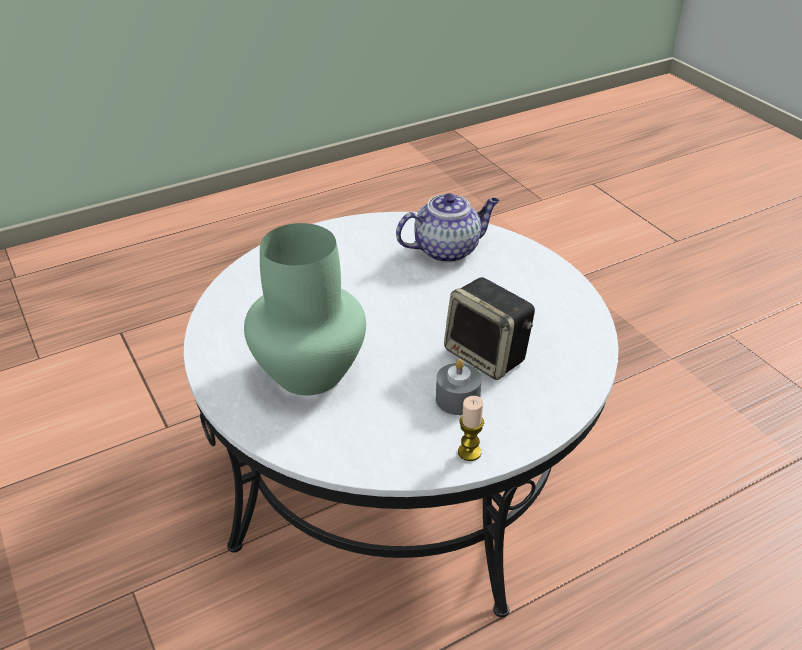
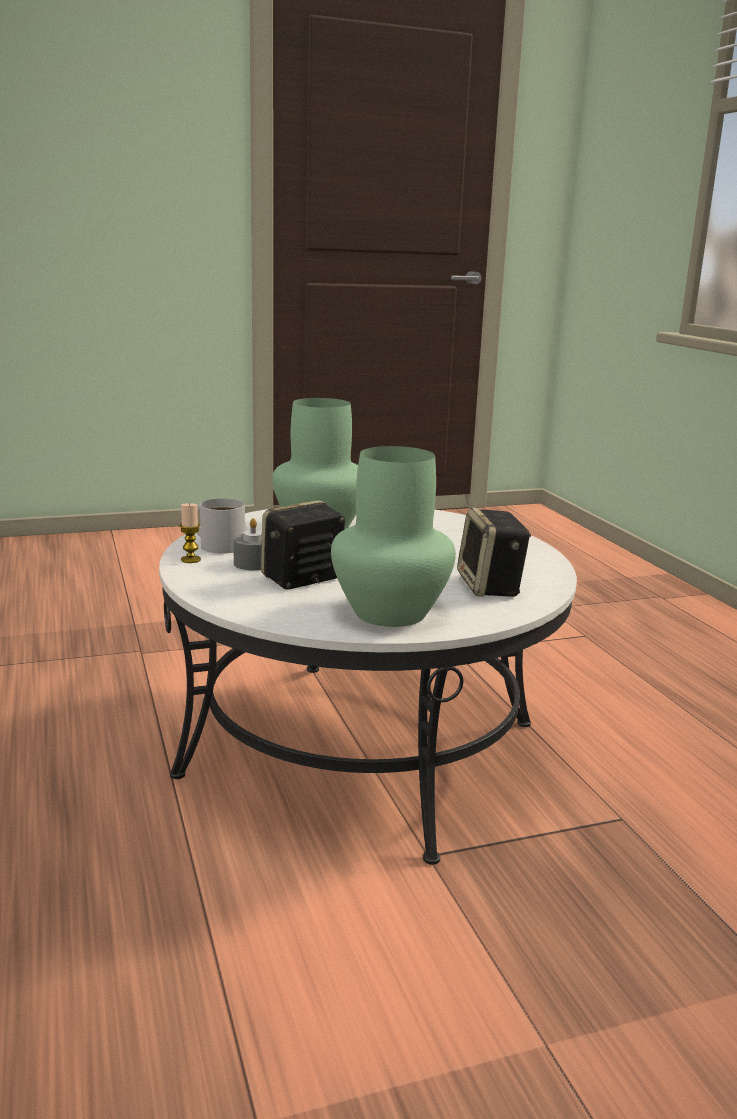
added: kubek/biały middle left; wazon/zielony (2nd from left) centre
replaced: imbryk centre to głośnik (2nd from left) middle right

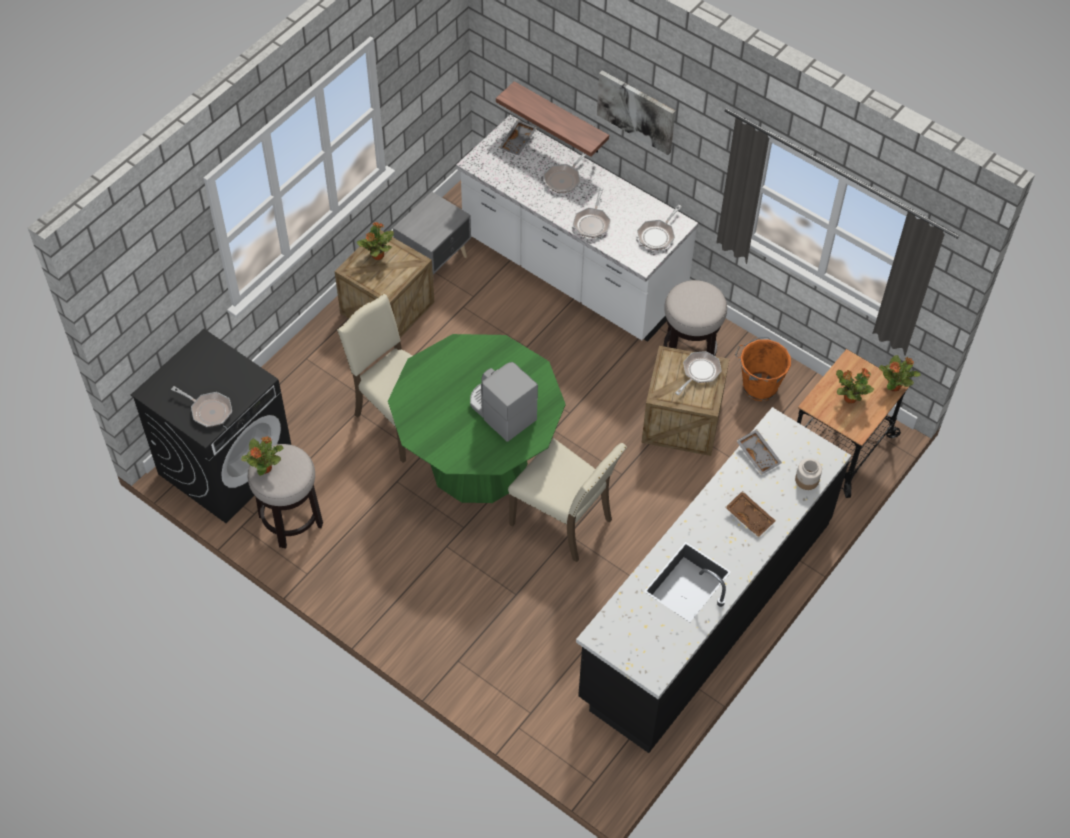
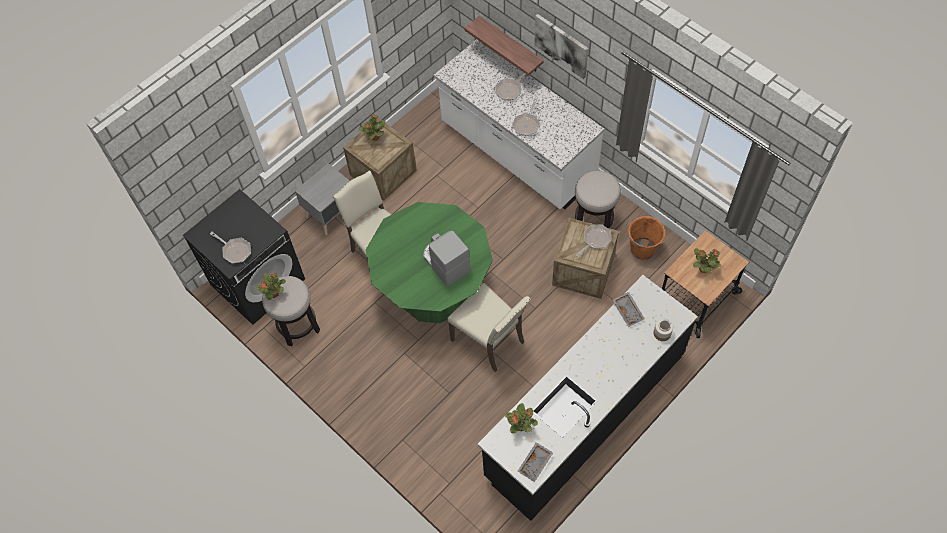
removed: patelnia (4th from left) top centre; taca/brązowy middle right
moved: szafka nocna/szary top centre to centre; taca/szary (1st from left) top centre to bottom centre; roślina doniczkowa (4th from left in the first image) middle right to roślina doniczkowa (3rd from left) bottom centre

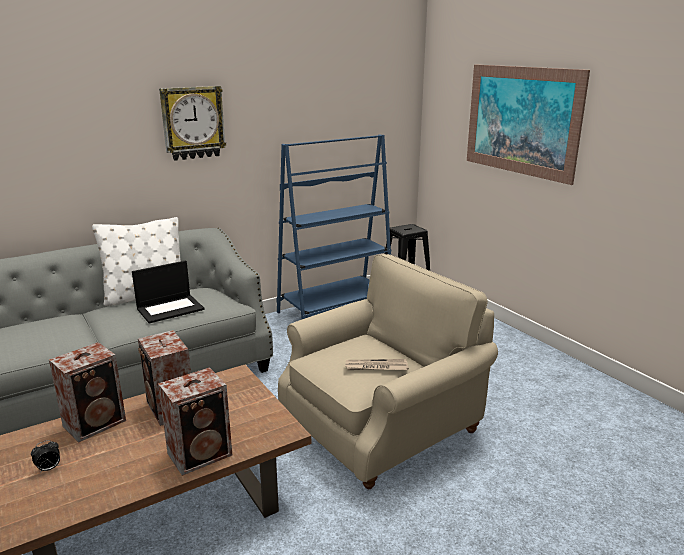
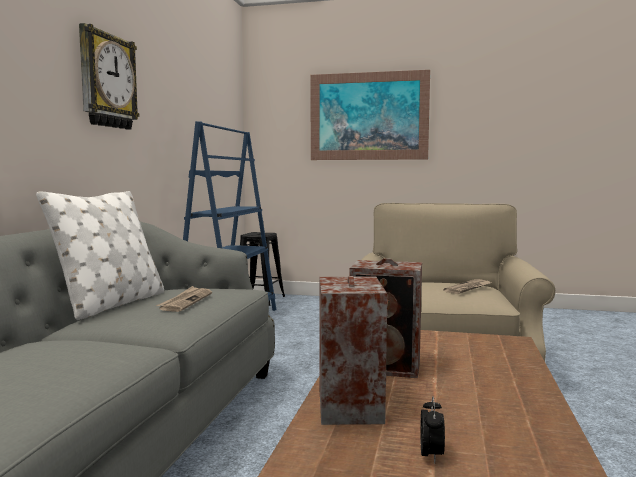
removed: głośnik (3rd from left) bottom left
replaced: laptop middle left to gazeta (1st from left) middle left

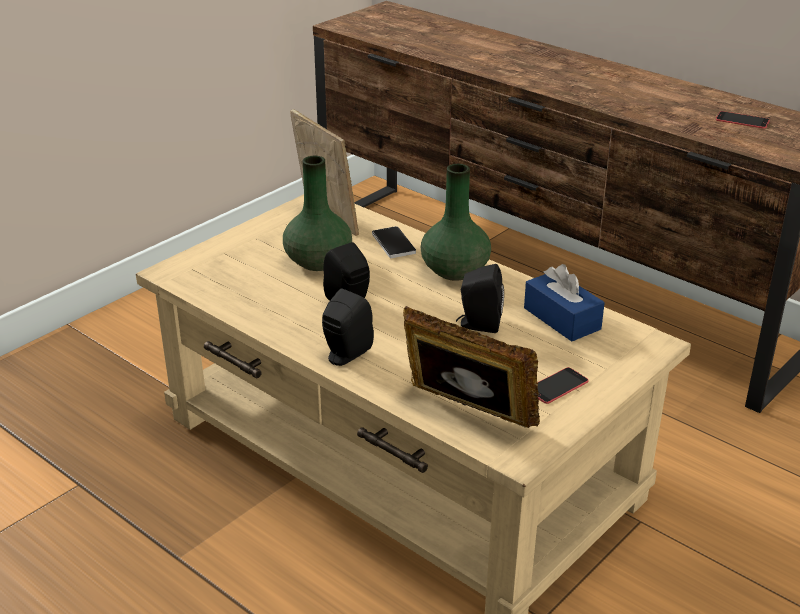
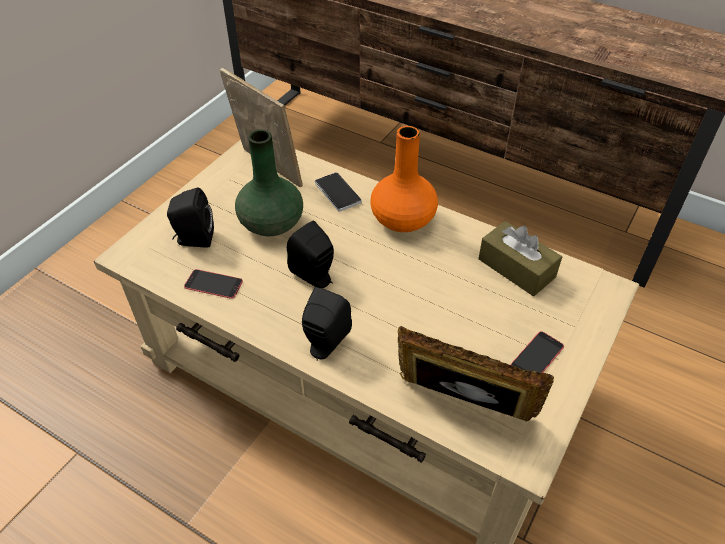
moved: głośnik/czarny (3rd from left in the first image) centre to głośnik/czarny (1st from left) middle left; telefon (3rd from left in the first image) top right to telefon (1st from left) middle left
recoloured: wazon/zielony (2nd from left) centre to wazon/pomarańczowy top centre; pudełko chusteczek/niebieski middle right to pudełko chusteczek/brązowy middle right

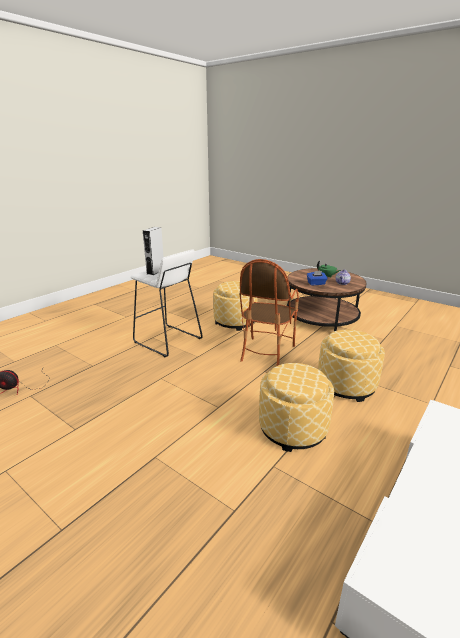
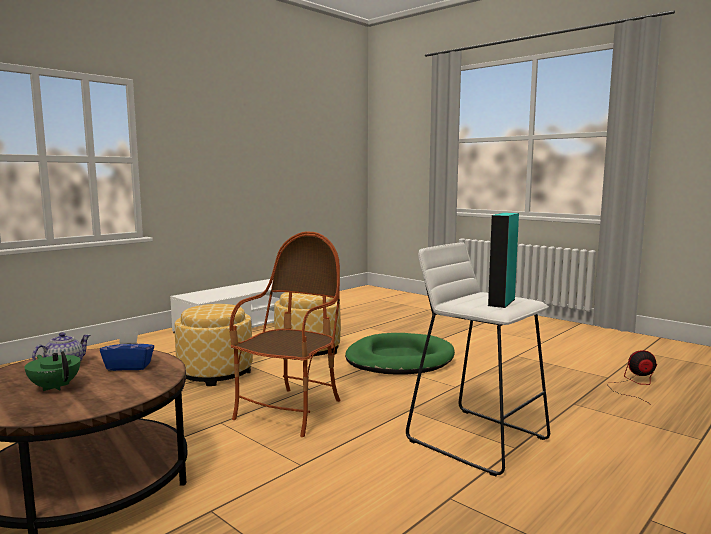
removed: pufa (1st from left) centre
added: legowisko/zielony centre
recoloured: głośnik/szary middle left to głośnik/turkusowy middle right

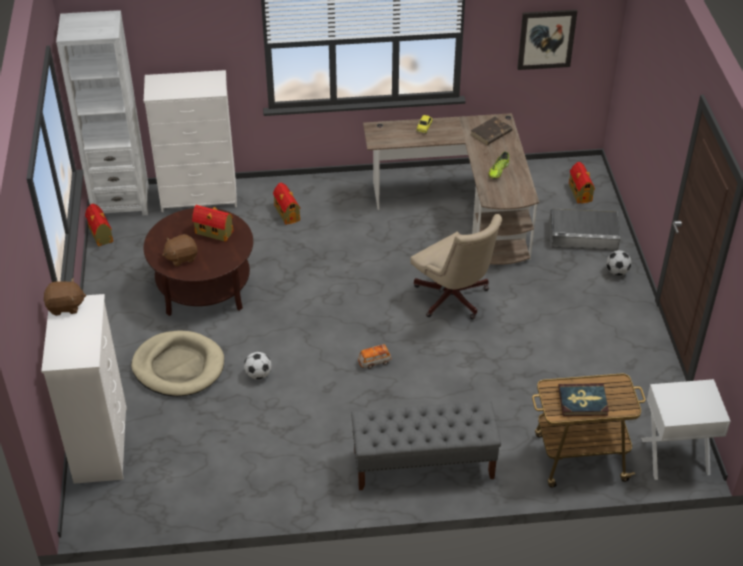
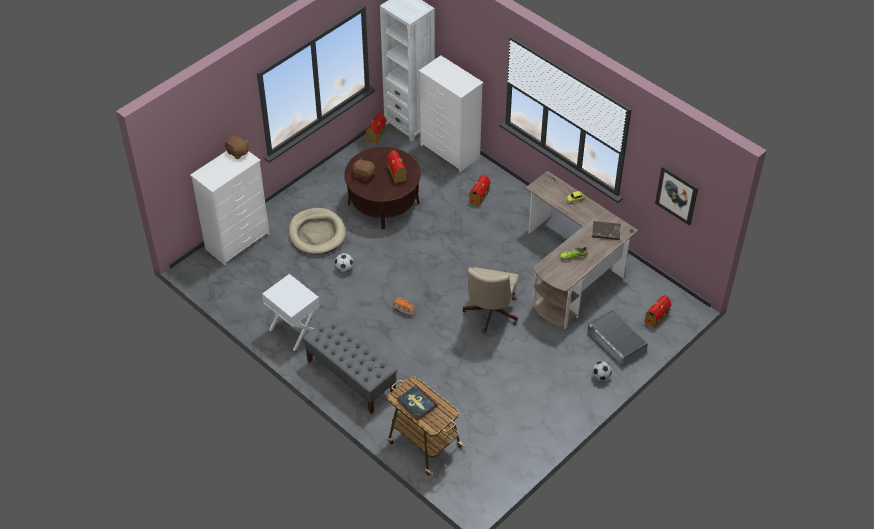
moved: szafka nocna/biały bottom right to middle left

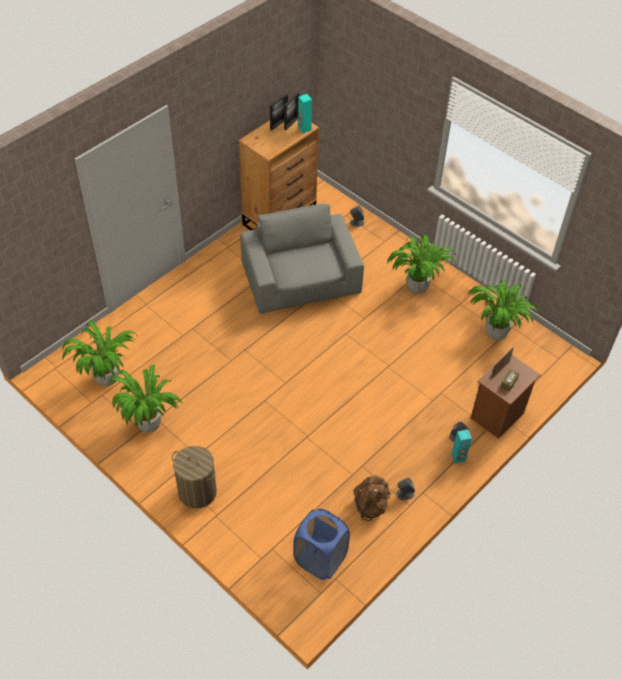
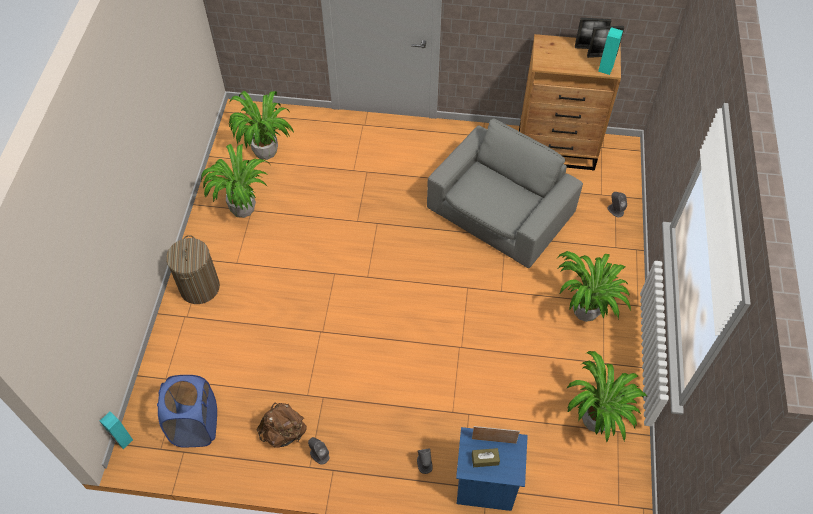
moved: głośnik/turkusowy (2nd from left in the first image) middle right to głośnik/turkusowy (1st from left) bottom left
recoloured: szafka nocna/brązowy middle right to szafka nocna/niebieski bottom centre

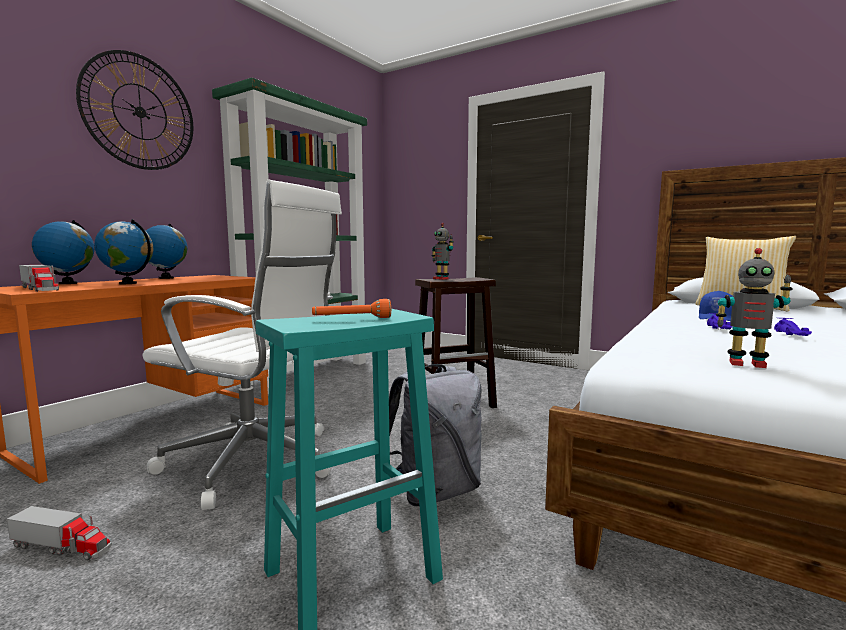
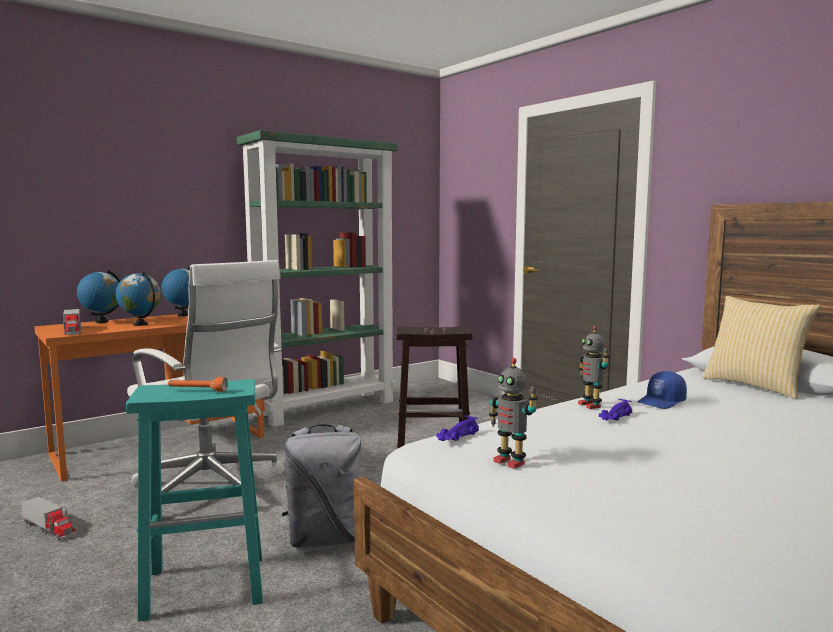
removed: zegar ścienny top left
moved: robot zabawkowy (1st from left in the first image) centre to robot zabawkowy (2nd from left) middle right; samochodzik/fioletowy (2nd from left in the first image) middle right to samochodzik/fioletowy (1st from left) bottom centre

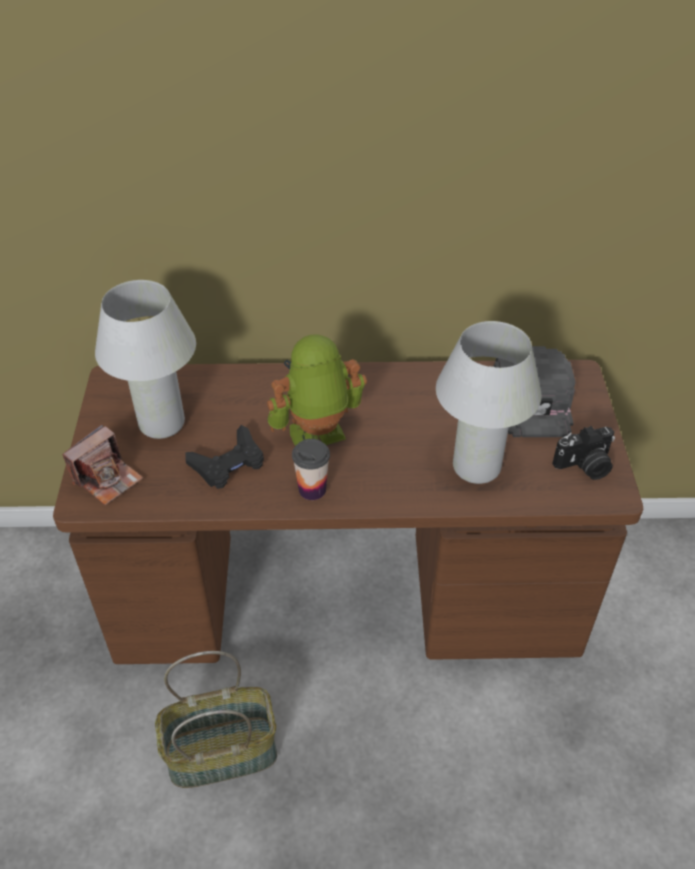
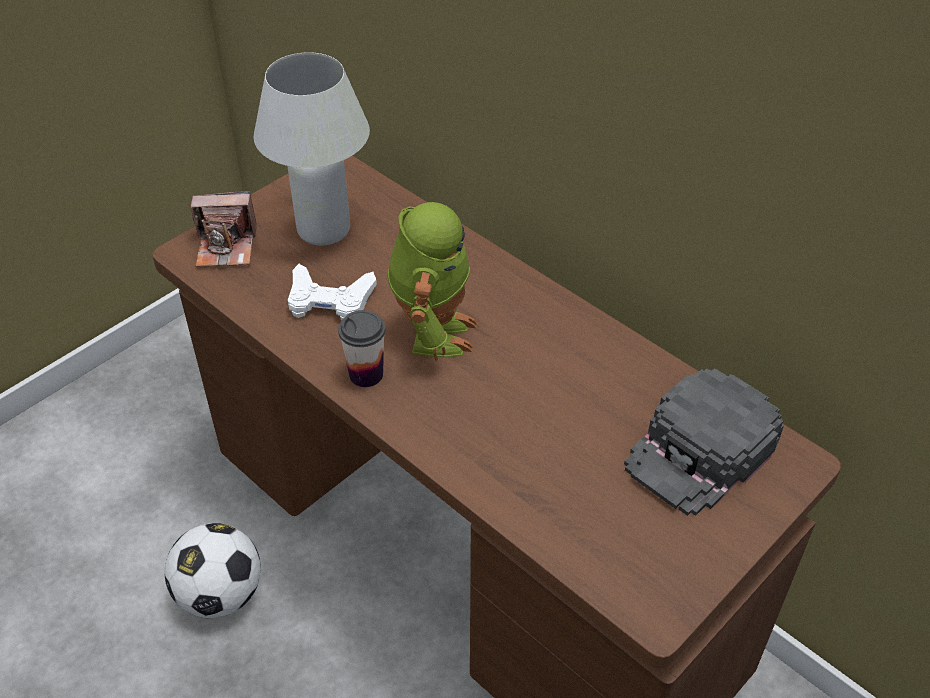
removed: lampa stołowa/biały (2nd from left) middle right; aparat fotograficzny (2nd from left) middle right
replaced: koszyk bottom left to piłka futbolowa bottom left
recoloured: pad do gier/czarny middle left to pad do gier/biały centre
turned: robot zabawkowy centre = centre 75 degrees clockwise

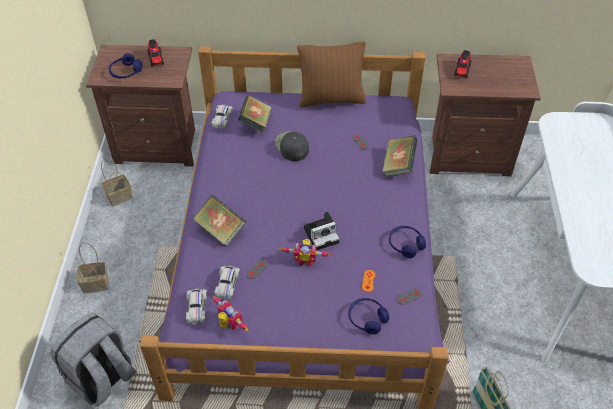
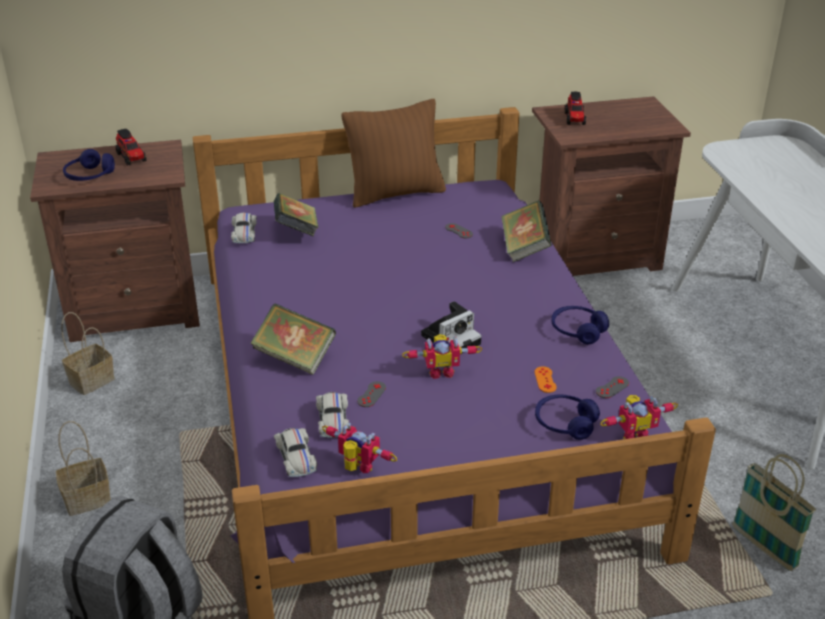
removed: czapka z daszkiem/czarny centre
added: robot zabawkowy (3rd from left) bottom right

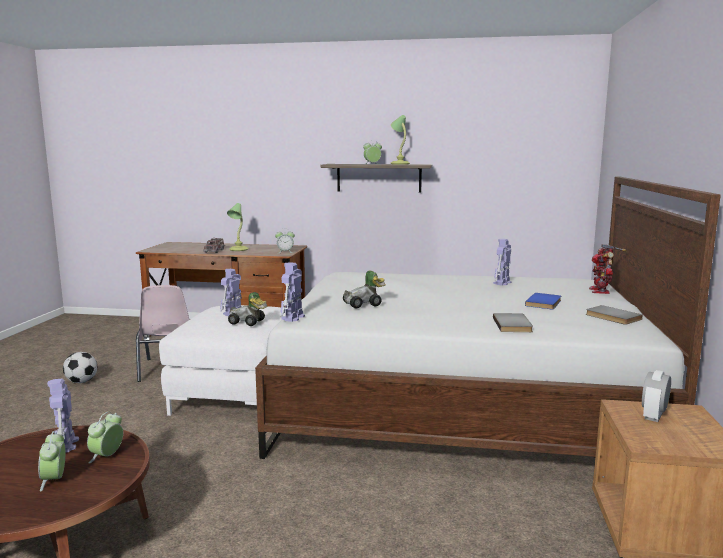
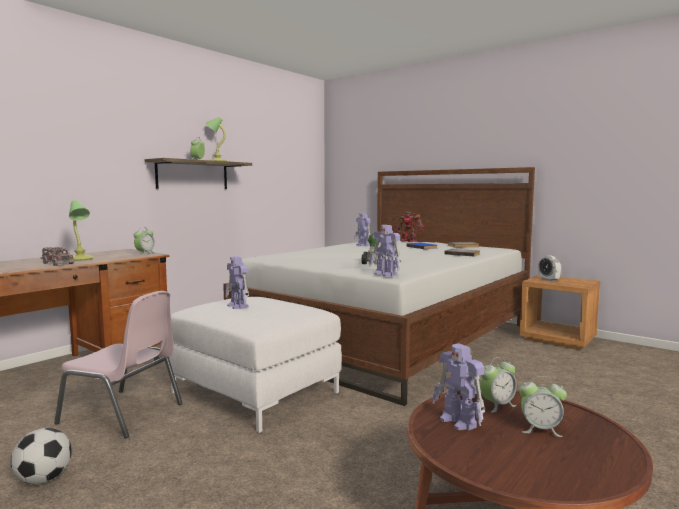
removed: samochodzik (1st from left) centre
turned: robot zabawkowy (1st from left in the first image) bottom left = bottom right 45 degrees clockwise; budzik (2nd from left in the first image) bottom left = bottom right 75 degrees counterclockwise

